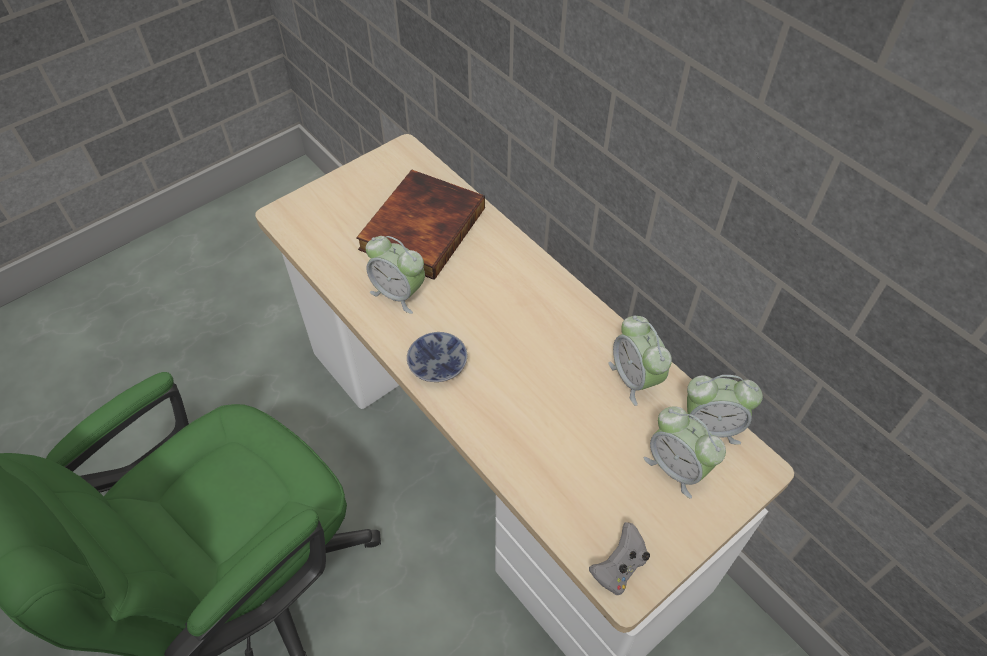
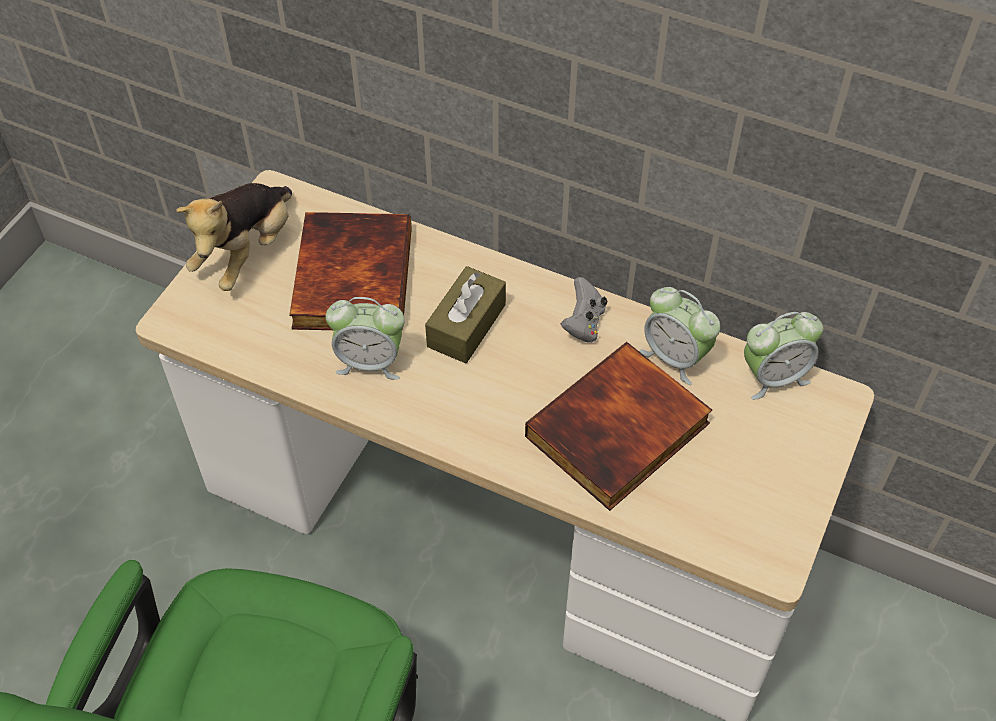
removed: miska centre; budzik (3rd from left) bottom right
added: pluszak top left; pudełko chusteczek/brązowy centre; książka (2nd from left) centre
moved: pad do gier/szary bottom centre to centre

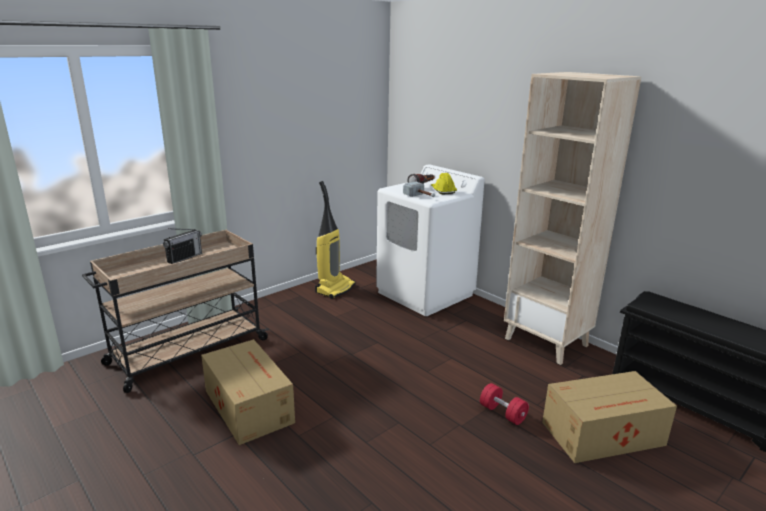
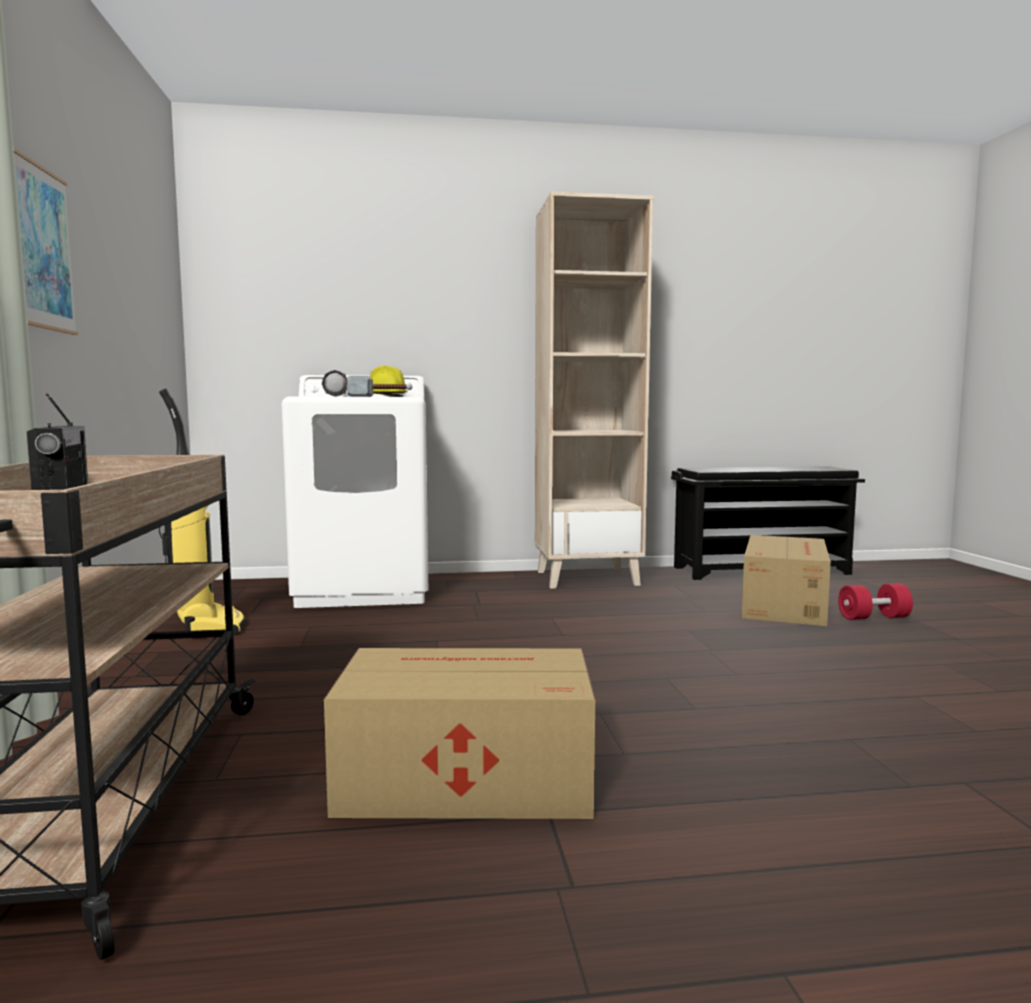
added: obraz top left
moved: hantel/czerwony bottom centre to middle right

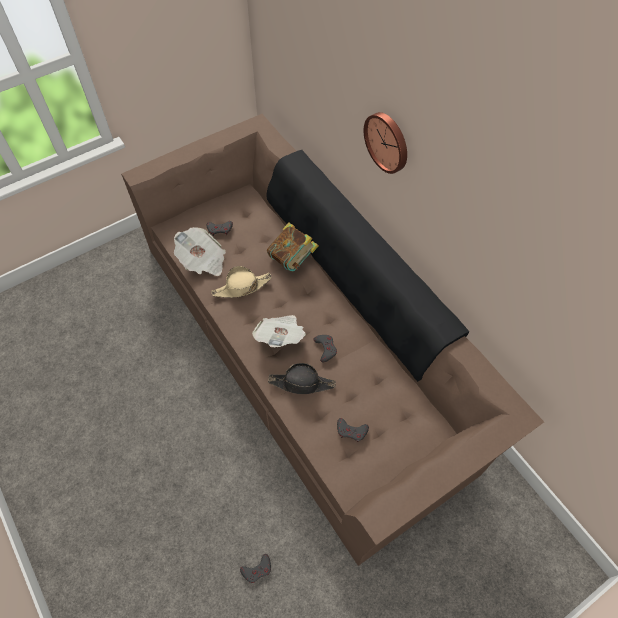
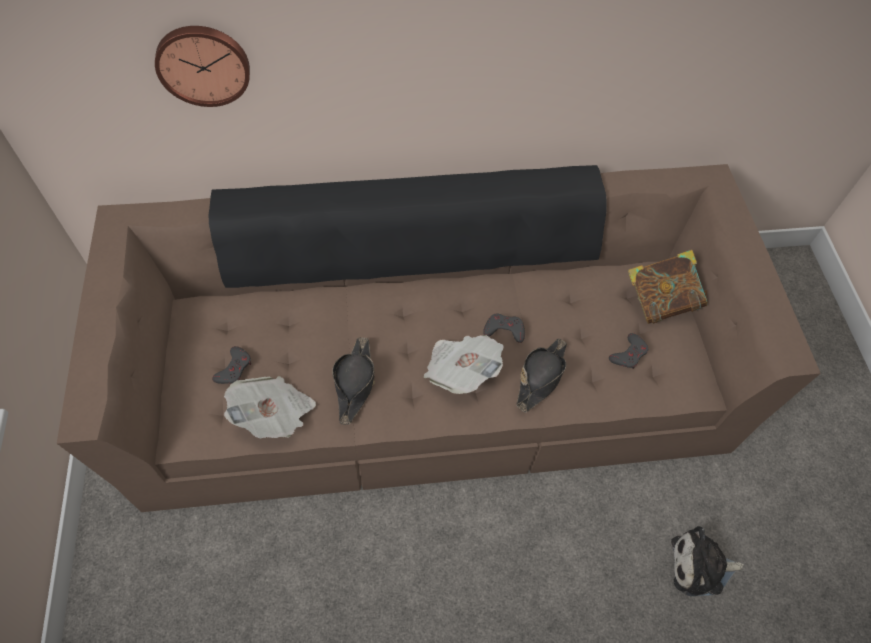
moved: książka centre to middle right; zegar ścienny top centre to top left
replaced: pad do gier/szary (2nd from left) bottom centre to pluszak bottom right
recoloured: kapelusz/beżowy centre to kapelusz/czarny (1st from left) centre

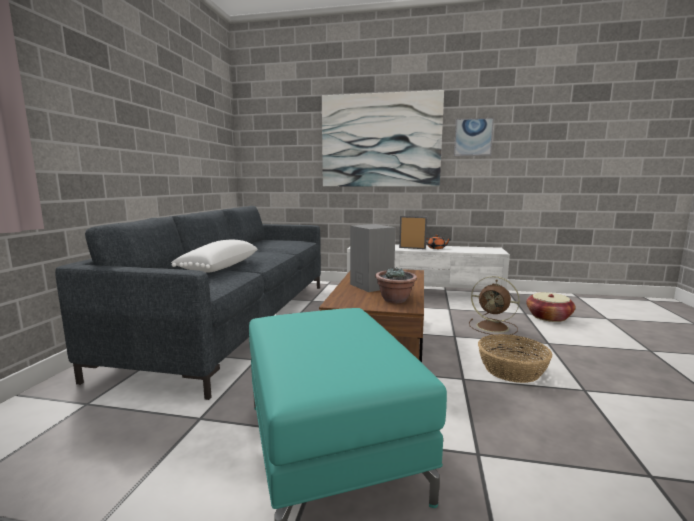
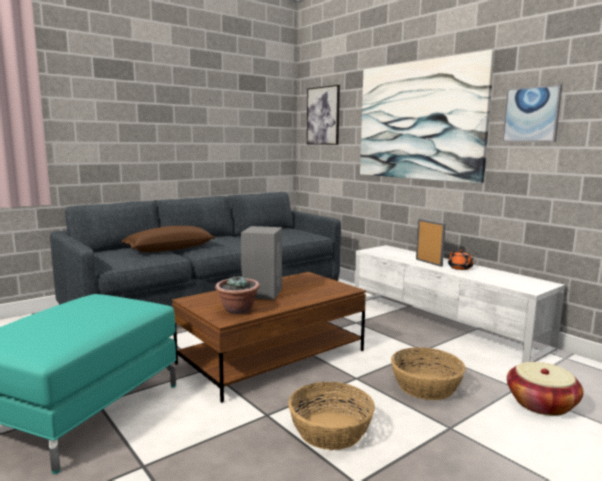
added: obraz (1st from left) top centre
replaced: wentylator/brązowy middle right to koszyk (2nd from left) bottom right
recoloured: poduszka/biały middle left to poduszka/brązowy middle left

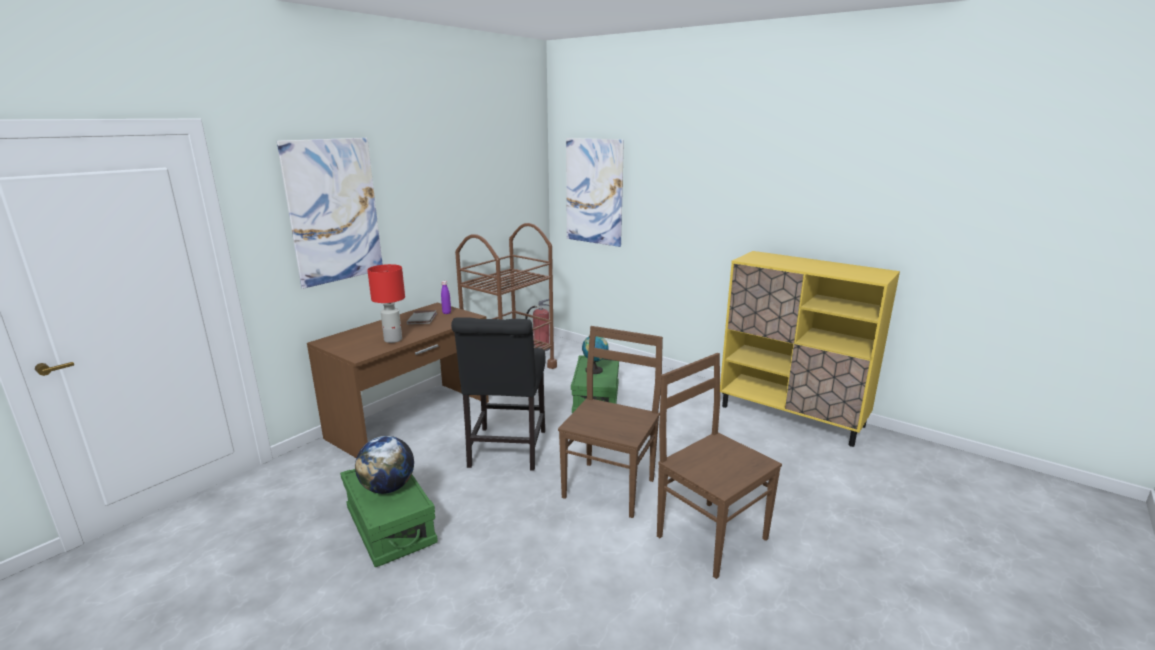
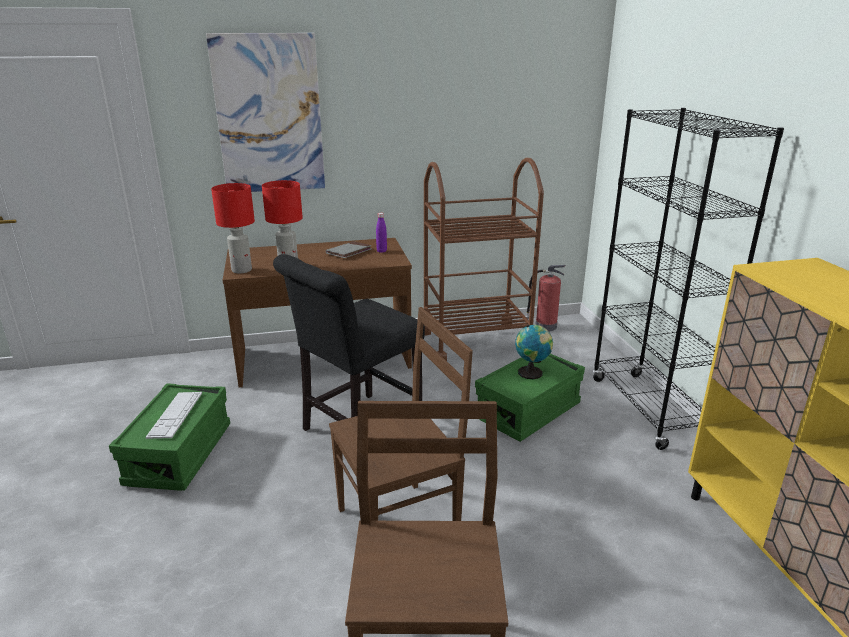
removed: obraz (2nd from left) top centre
added: lampa stołowa/czerwony (1st from left) middle left; regał/czarny middle right
replaced: globus (1st from left) bottom left to klawiatura middle left

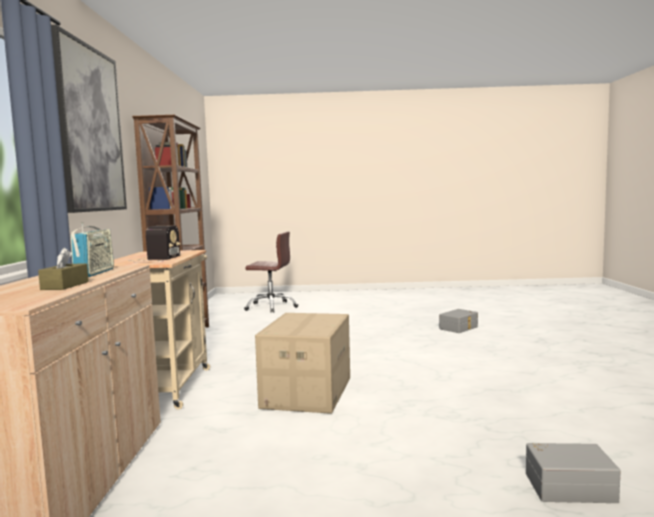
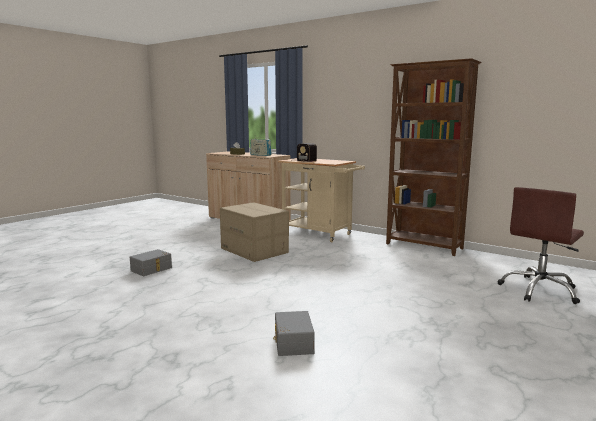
removed: obraz top left
moved: pojemnik do przechowywania/szary (2nd from left in the first image) bottom right to pojemnik do przechowywania/szary (1st from left) middle left

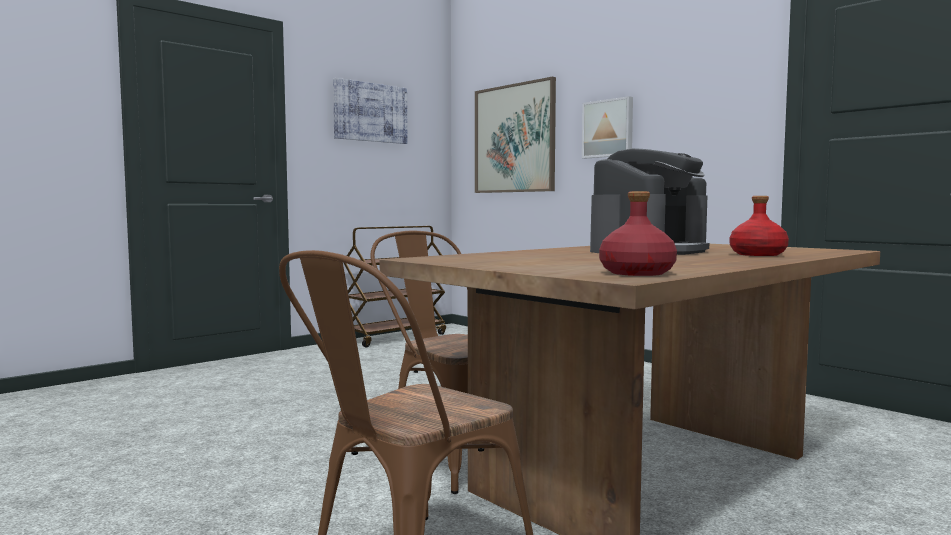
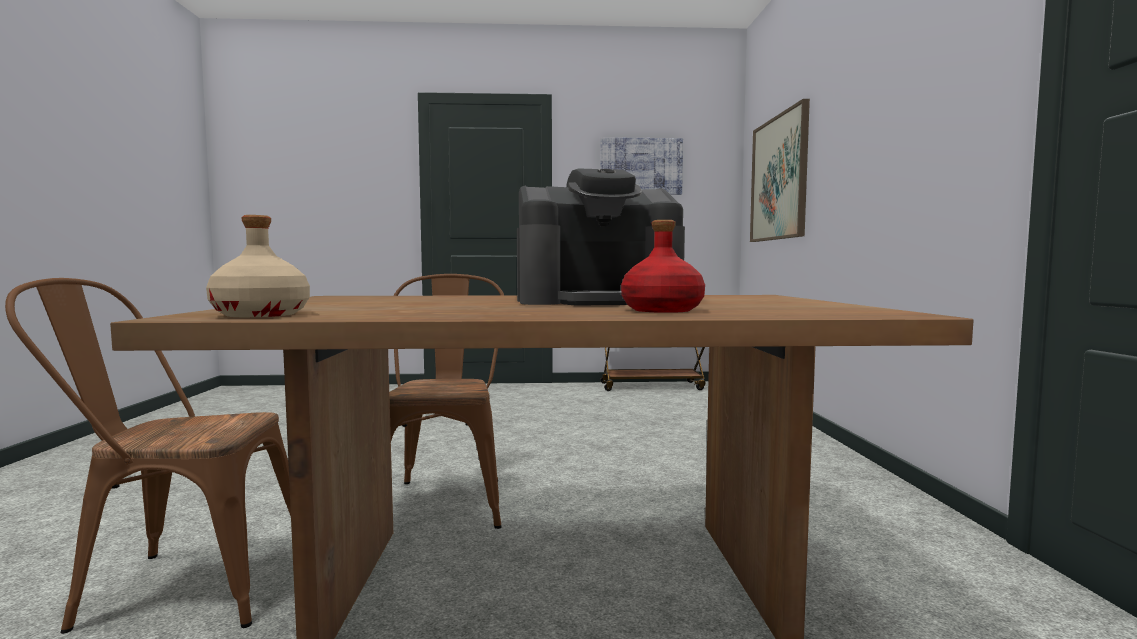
removed: obraz (3rd from left) top centre
recoloured: butelka/czerwony (1st from left) middle right to butelka/beżowy middle left

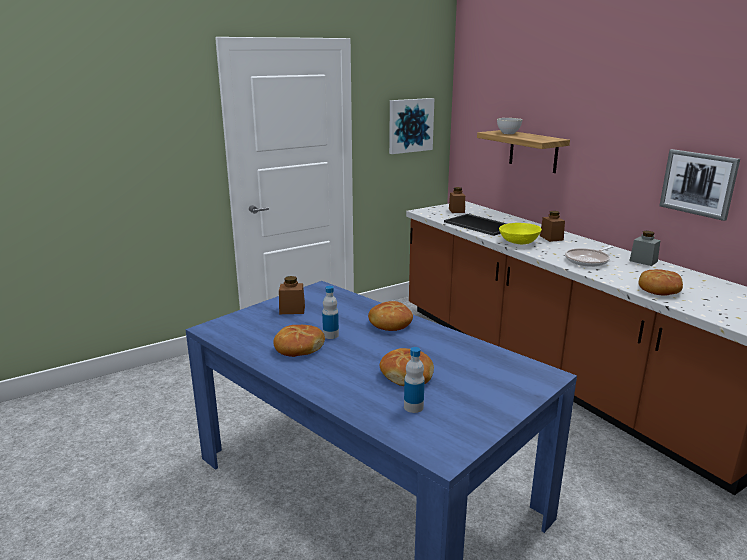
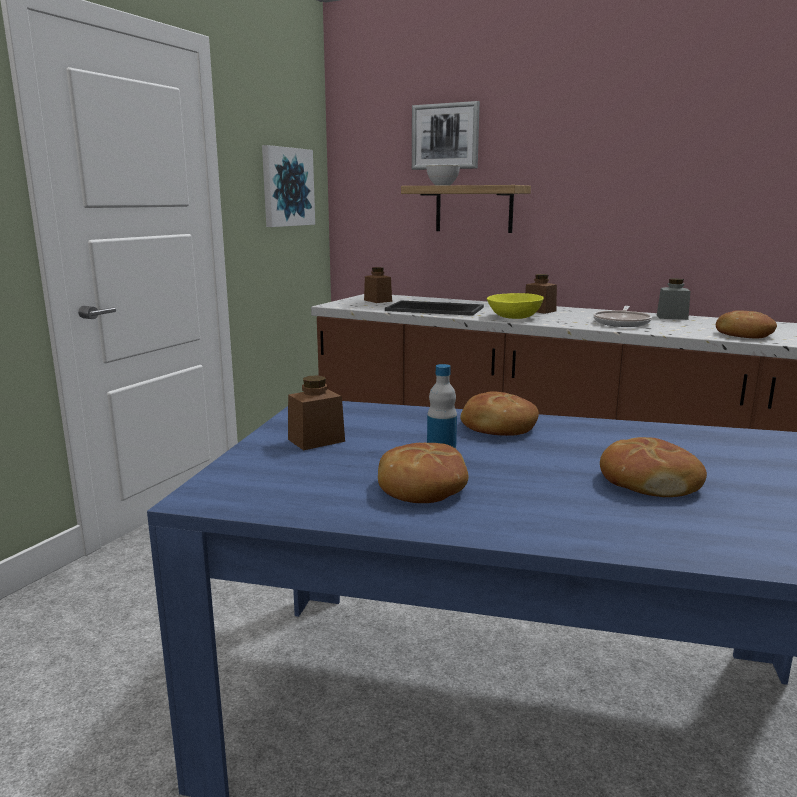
removed: butelka (2nd from left) bottom centre
moved: obraz (2nd from left) top right to top centre

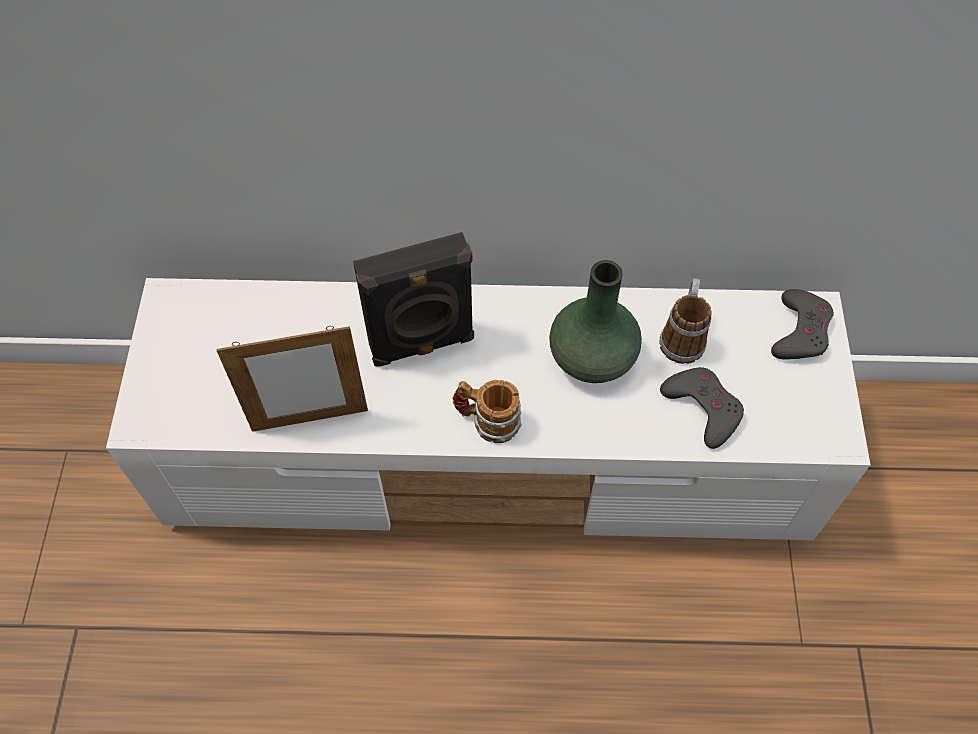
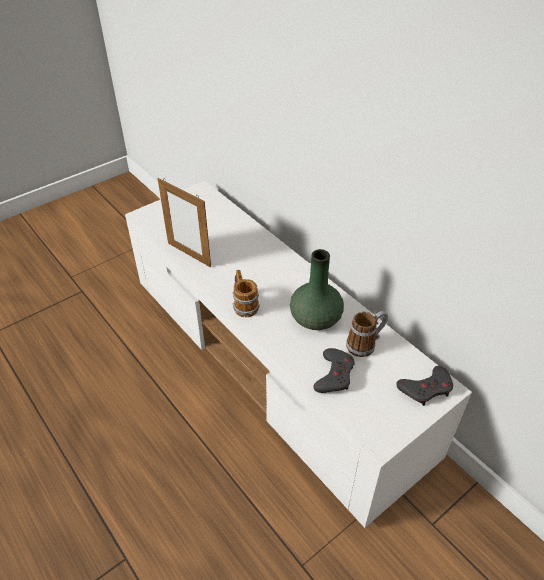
removed: głośnik/czarny centre

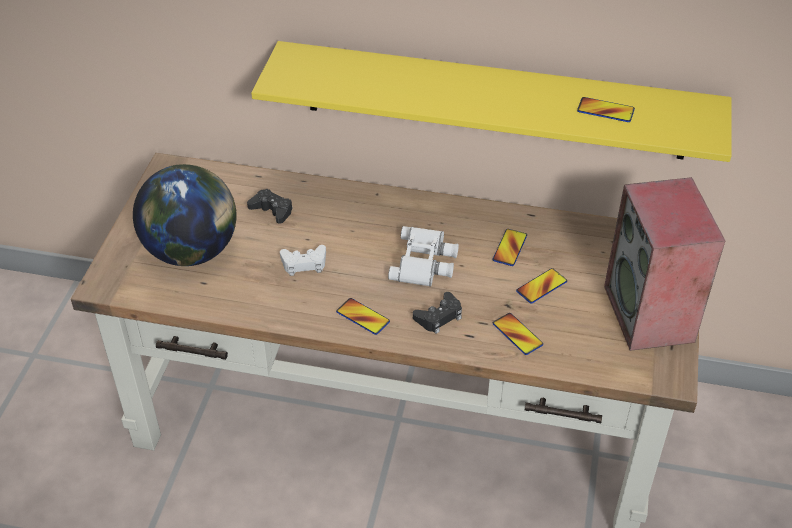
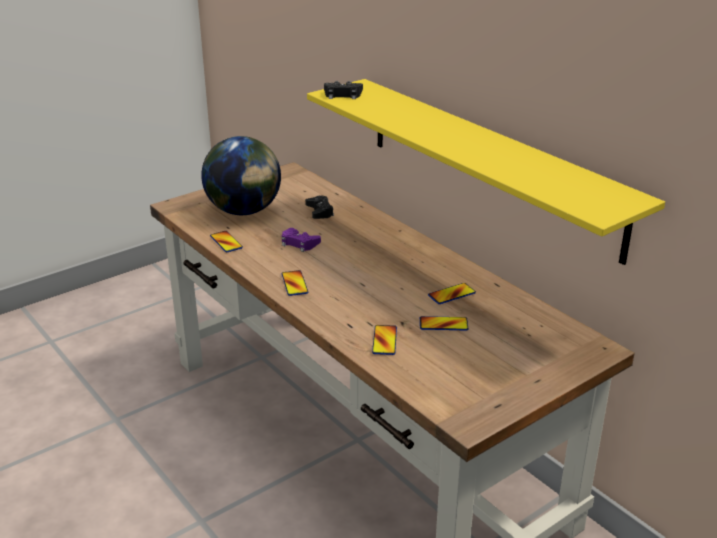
removed: lornetka/biały centre; głośnik middle right
moved: pad do gier/czarny (2nd from left) centre to top centre; telefon (5th from left in the first image) top right to telefon (1st from left) middle left
recoloured: pad do gier/biały centre to pad do gier/fioletowy centre

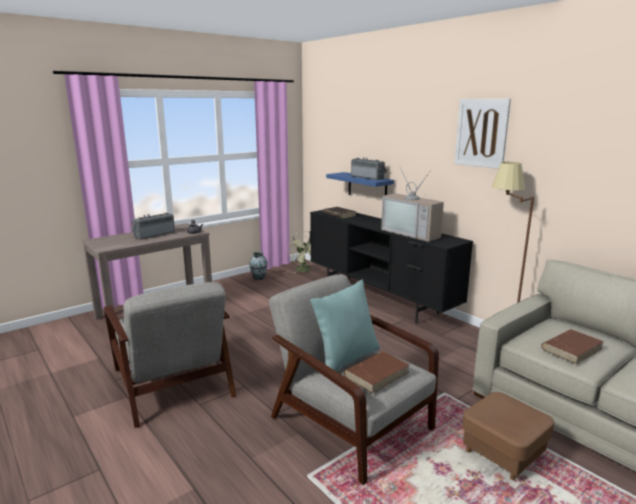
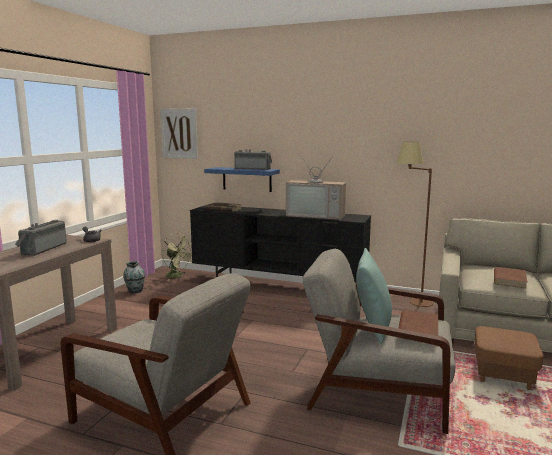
moved: obraz top right to top left

